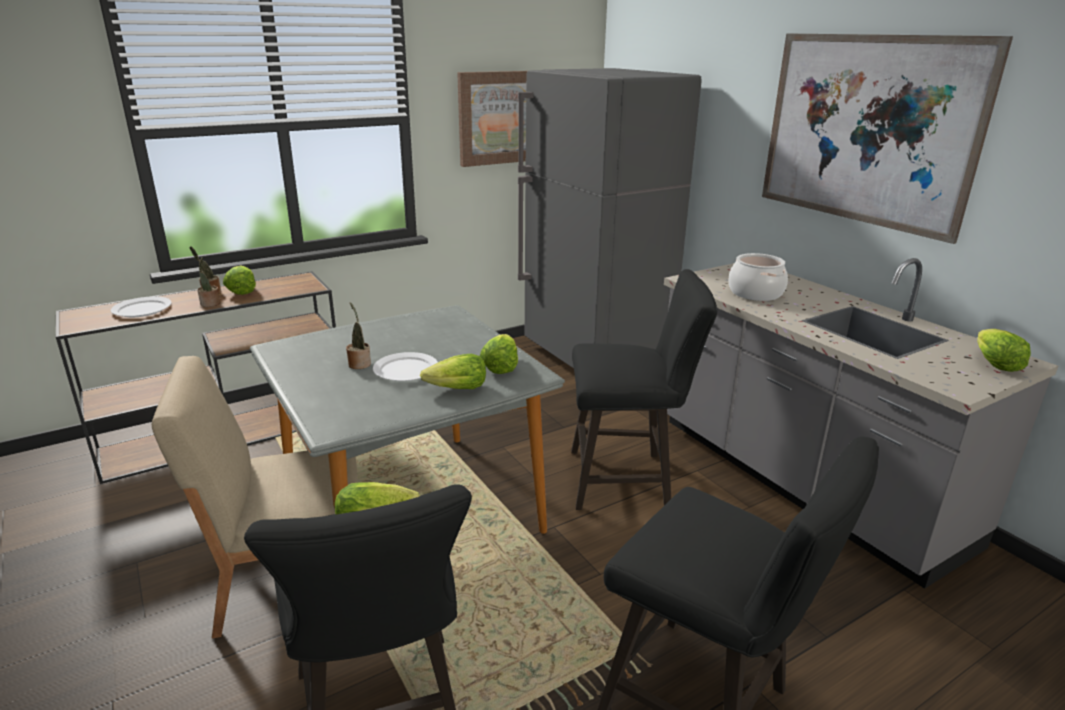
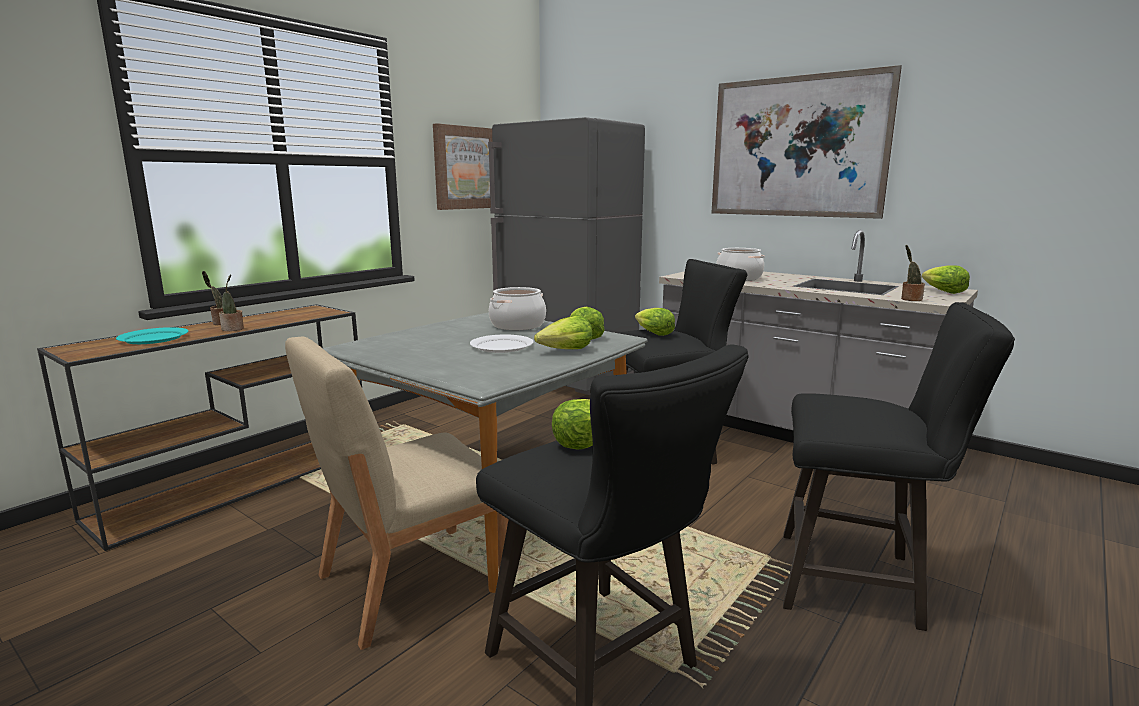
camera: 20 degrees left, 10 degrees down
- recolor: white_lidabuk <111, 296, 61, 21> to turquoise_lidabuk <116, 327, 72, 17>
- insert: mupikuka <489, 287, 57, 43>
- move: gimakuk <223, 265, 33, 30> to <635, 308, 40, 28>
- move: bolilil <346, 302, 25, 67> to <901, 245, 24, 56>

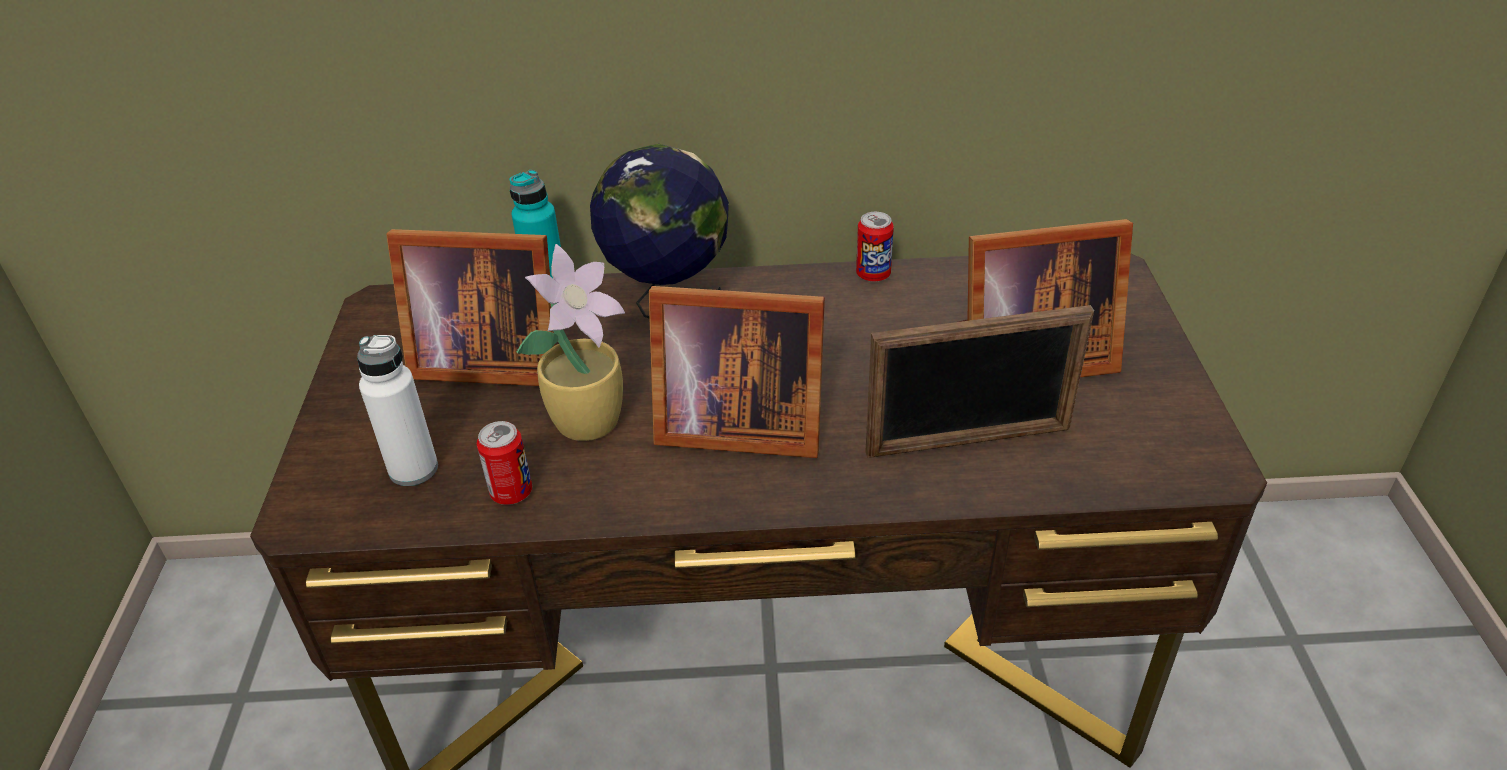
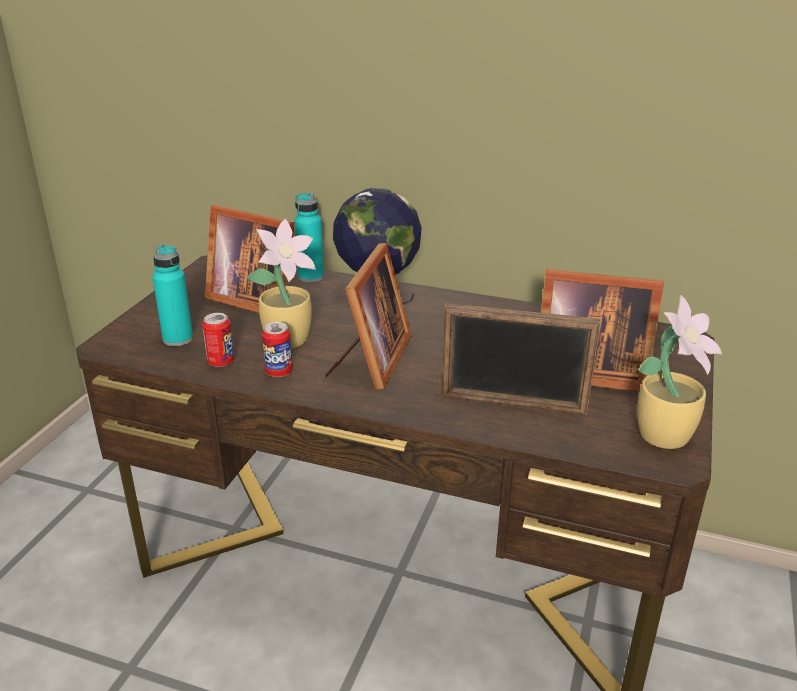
camera: 20 degrees right, 10 degrees down
- recolor: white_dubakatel <357, 335, 81, 151> to turquoise_dubakatel <152, 244, 41, 102>
- move: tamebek <856, 212, 38, 70> to <262, 322, 31, 55>
- rotate: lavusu <649, 286, 176, 172> = <325, 243, 87, 146> 105 degrees counterclockwise
- insert: bolilil <637, 295, 85, 154>

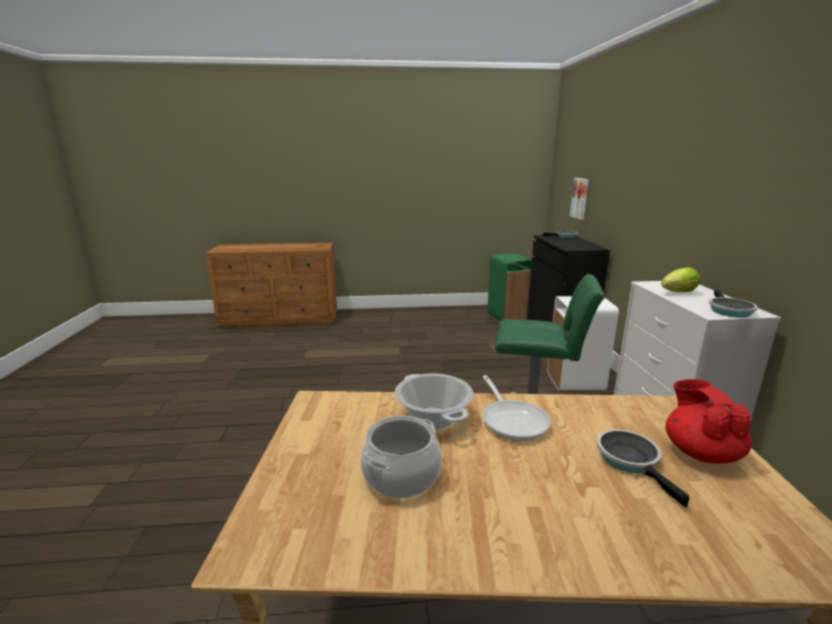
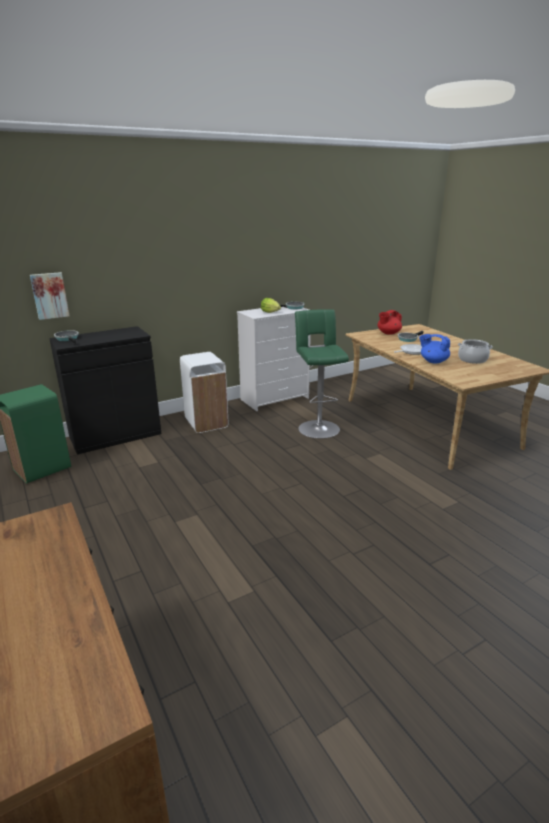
camera: 115 degrees left, 5 degrees up
- replace: mupikuka <395, 374, 78, 56> to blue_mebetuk <419, 334, 31, 29>

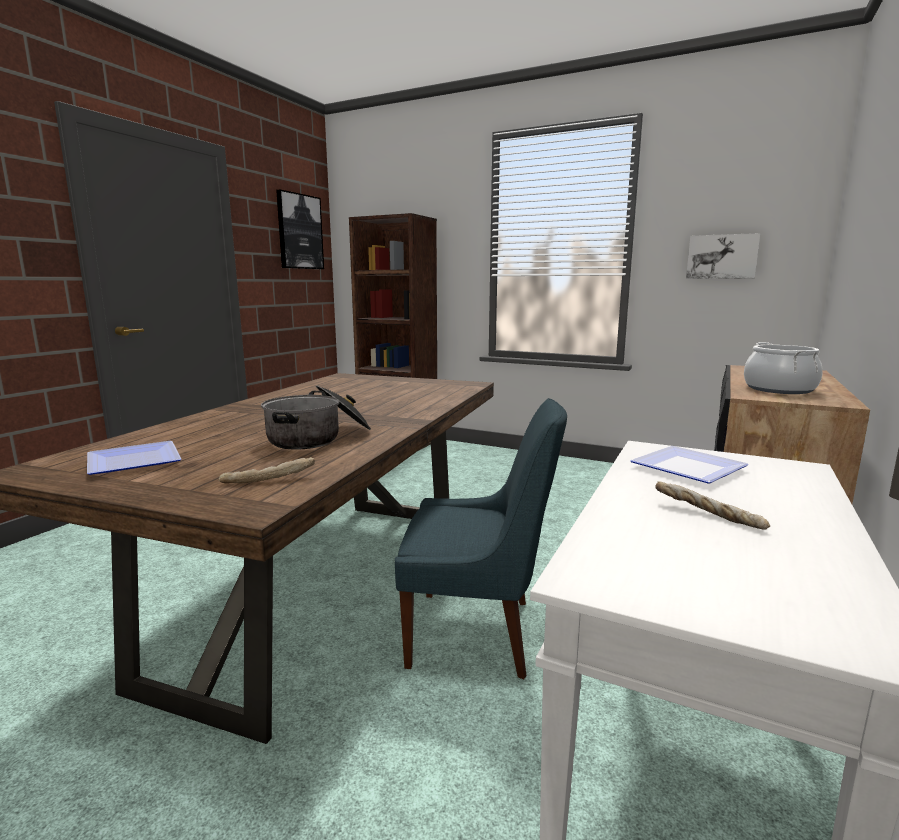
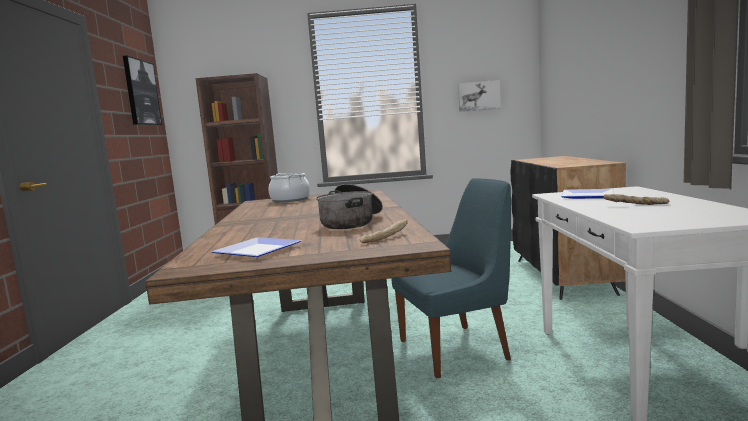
camera: 25 degrees left, 5 degrees down
- move: mupikuka <744, 342, 79, 52> to <269, 173, 41, 30>

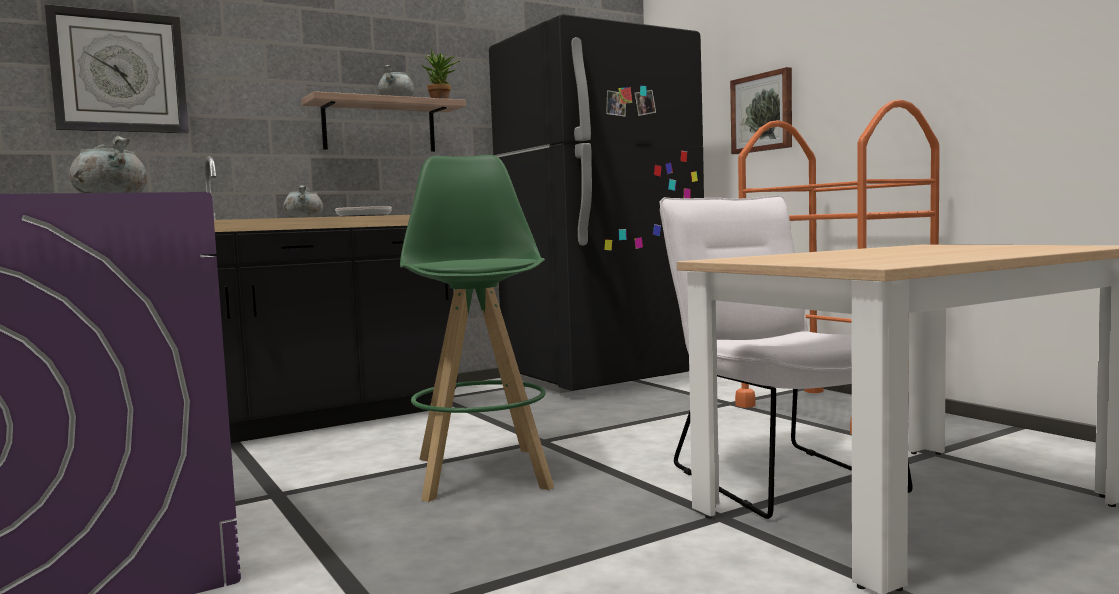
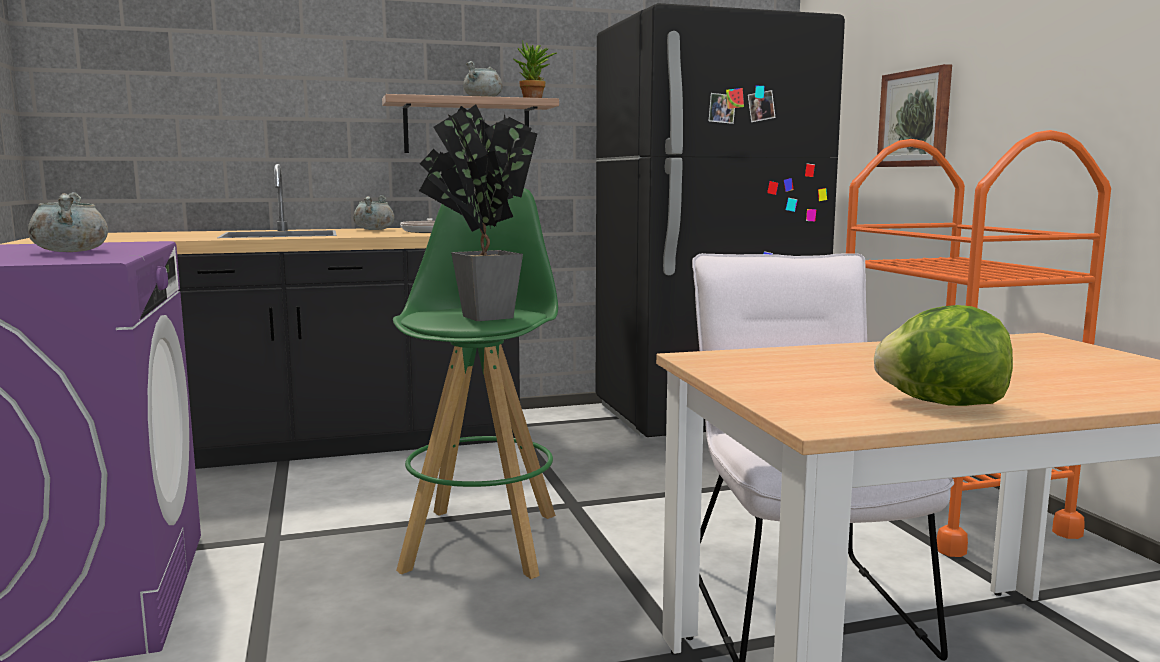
camera: 15 degrees right, 5 degrees up
- insert: bolilil <419, 104, 118, 217>
- insert: gimakuk <874, 305, 139, 101>
- delete: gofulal <45, 4, 144, 129>

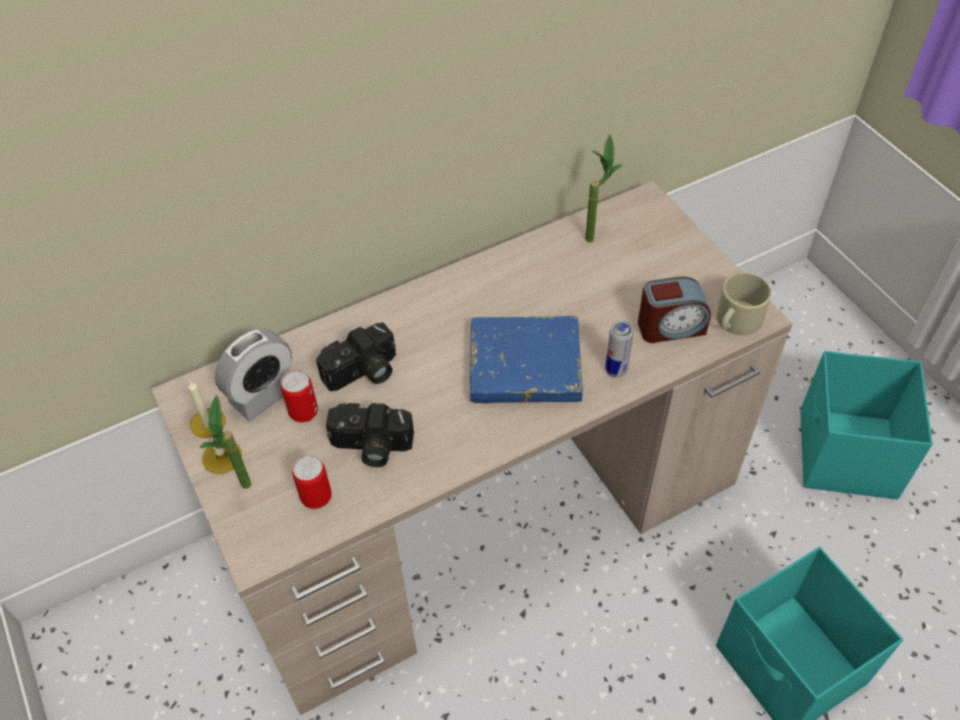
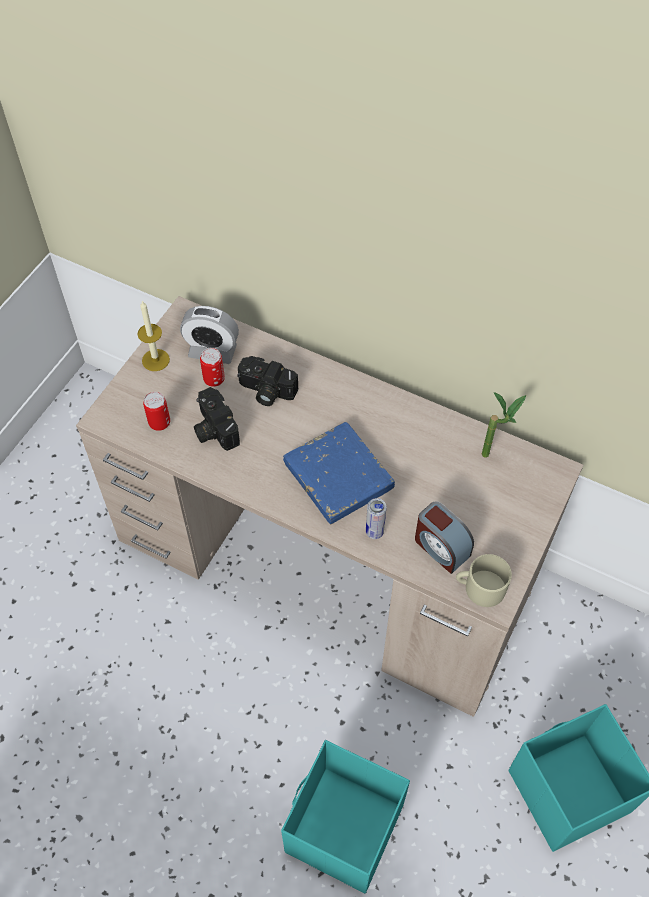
camera: 55 degrees right, 5 degrees up
- delete: bolilil <199, 395, 52, 94>

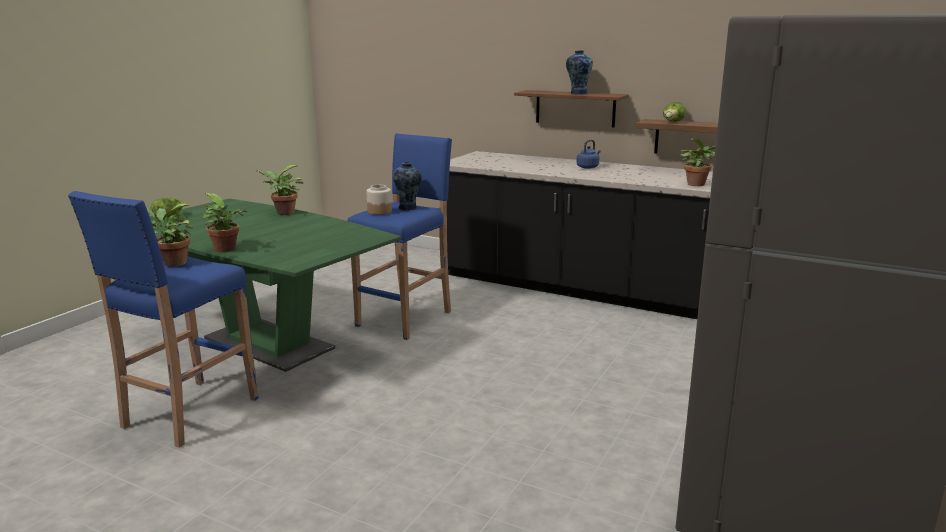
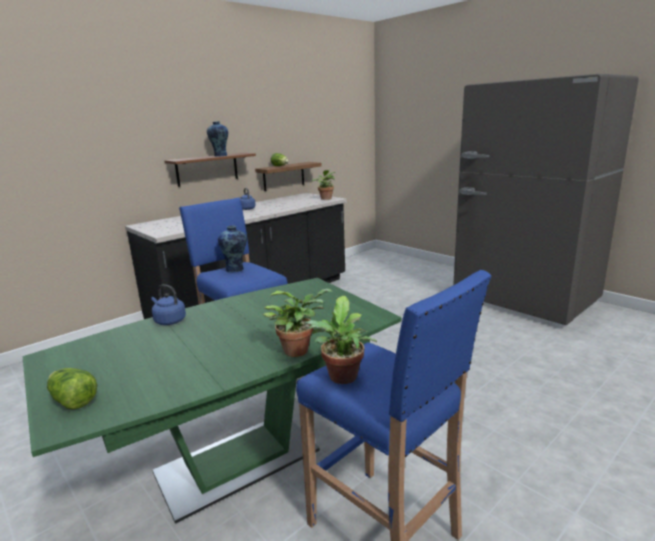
camera: 70 degrees left, 0 degrees up
- replace: bolilil <256, 165, 48, 50> to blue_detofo <151, 284, 35, 41>
- delete: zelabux <366, 185, 26, 30>

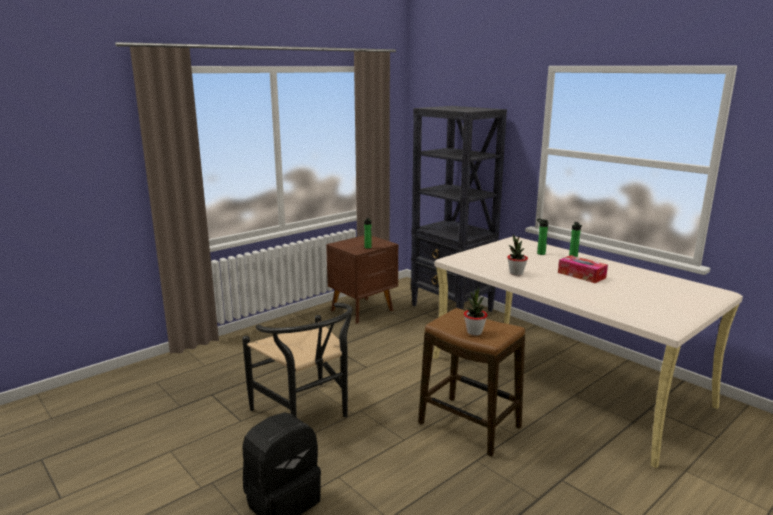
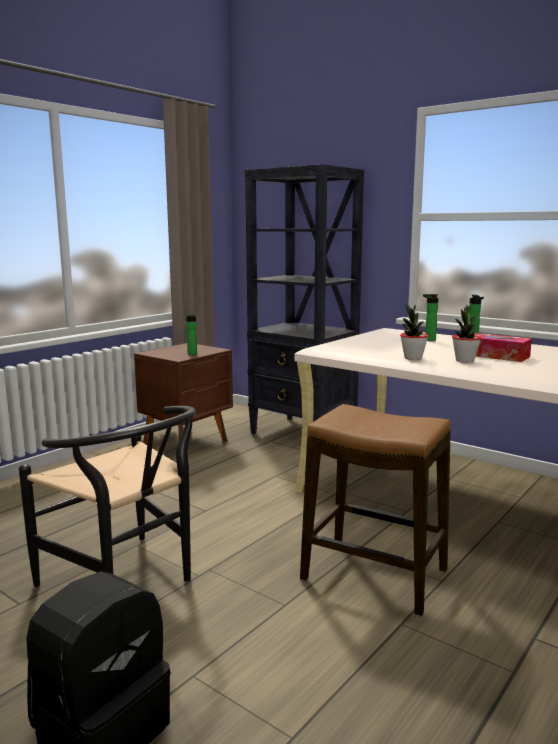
camera: 10 degrees left, 5 degrees down
- move: bolilil <464, 287, 24, 49> to <452, 305, 29, 58>

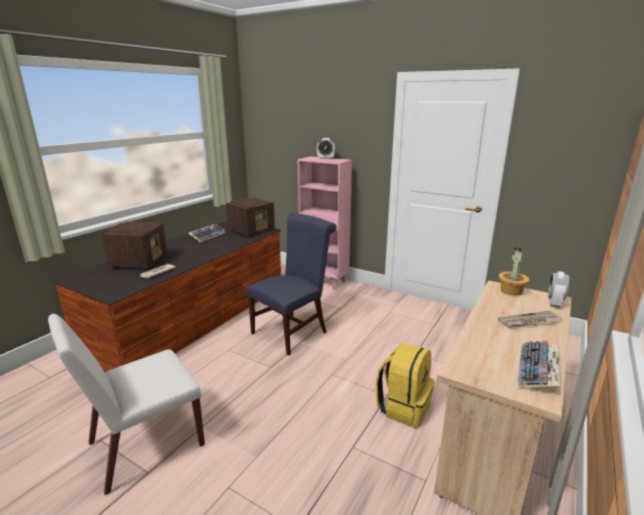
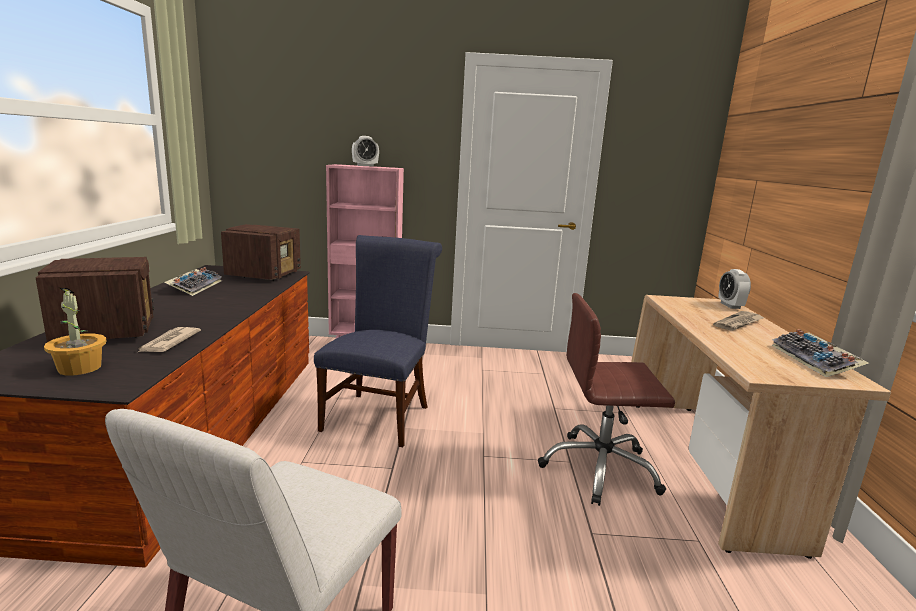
camera: 30 degrees left, 5 degrees down
- move: bolilil <499, 247, 30, 49> to <44, 287, 63, 89>
- replace: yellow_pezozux <376, 342, 59, 86> to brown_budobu <538, 293, 137, 213>

